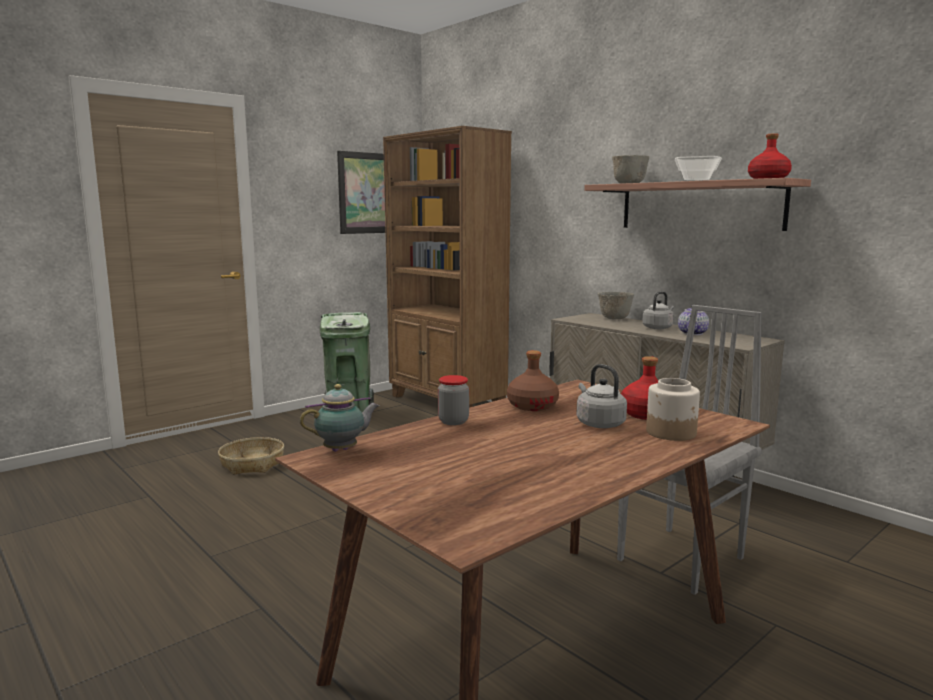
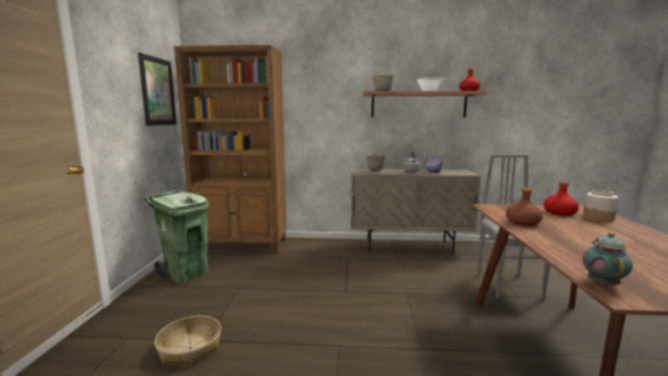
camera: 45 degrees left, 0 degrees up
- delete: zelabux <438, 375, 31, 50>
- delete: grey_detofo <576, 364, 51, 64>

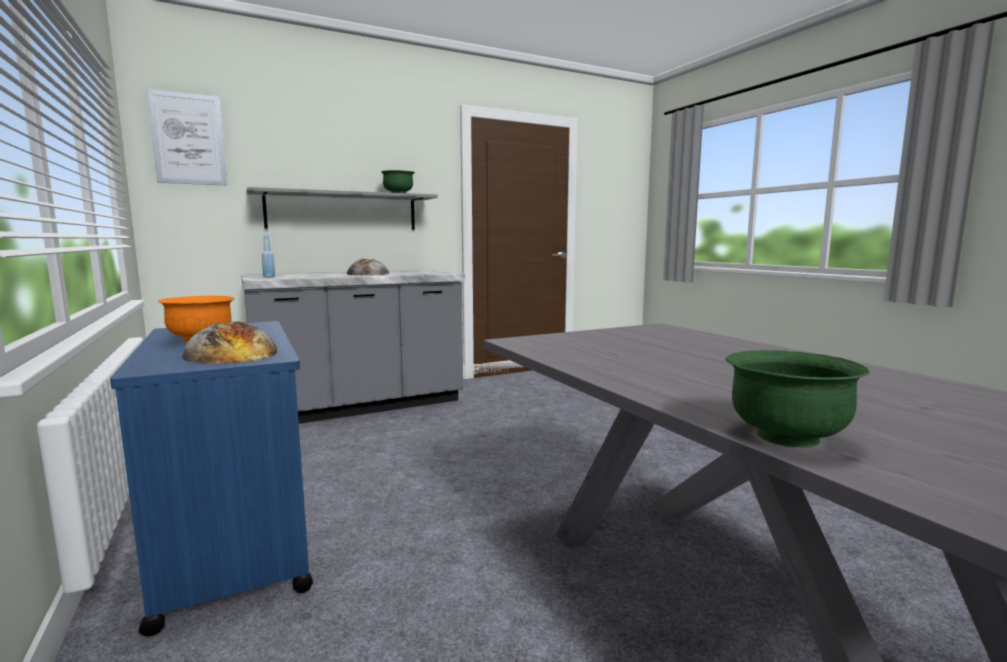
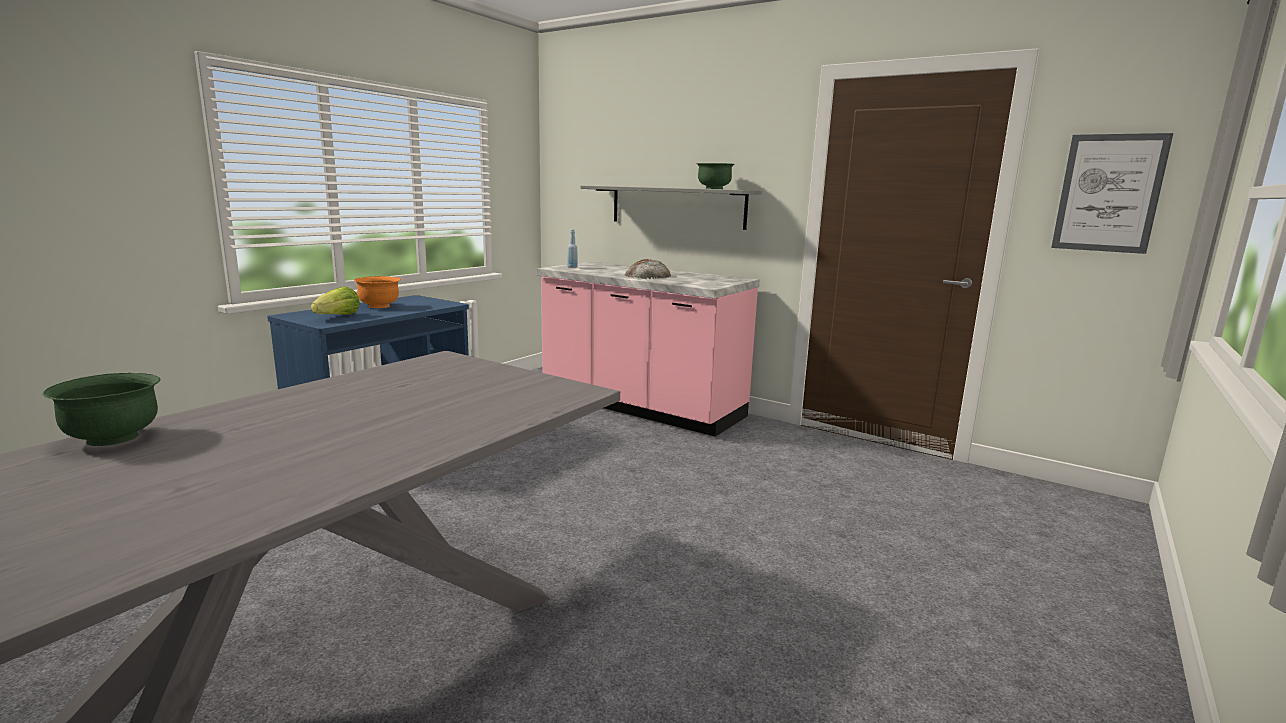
camera: 60 degrees right, 5 degrees up
- replace: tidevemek <182, 321, 96, 43> to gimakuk <311, 286, 49, 29>
- recolor: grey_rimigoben <241, 269, 224, 155> to pink_rimigoben <537, 262, 223, 175>
- move: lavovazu <147, 89, 81, 97> to <1051, 133, 122, 121>

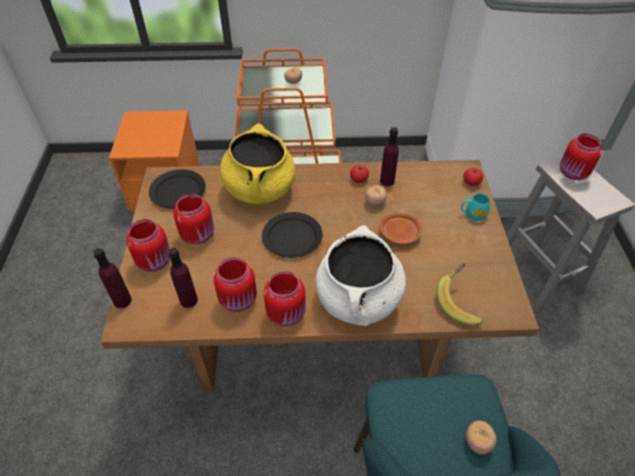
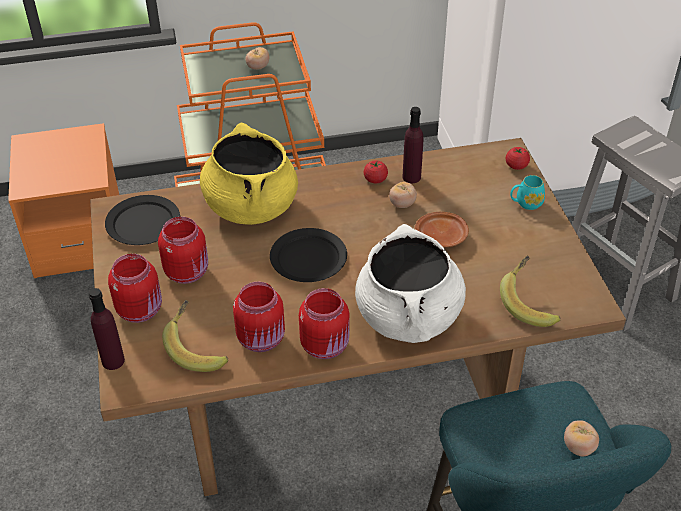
camera: 10 degrees left, 5 degrees down
- replace: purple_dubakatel <168, 248, 30, 60> to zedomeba <162, 300, 66, 72>
- delete: red_zelabux <560, 134, 42, 46>

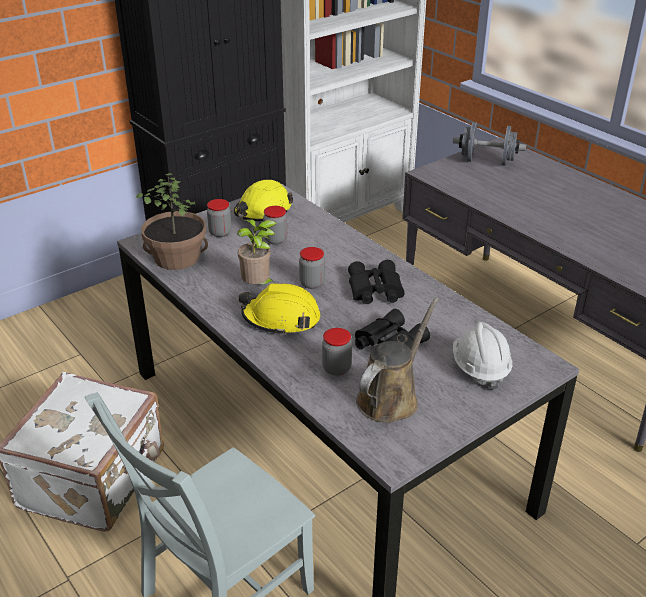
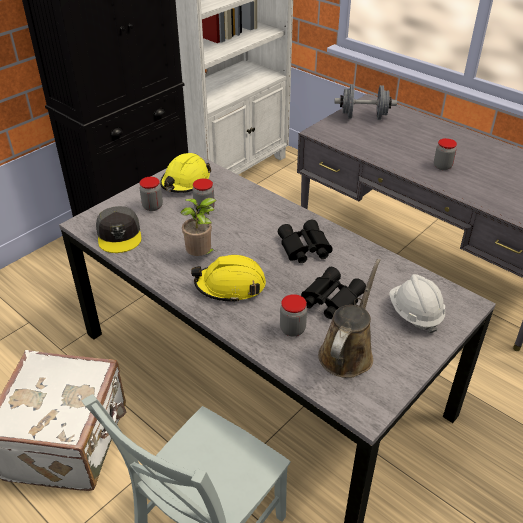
camera: 10 degrees left, 5 degrees up
- replace: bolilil <136, 173, 72, 97> to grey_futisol <96, 206, 46, 47>
- move: zelabux <299, 247, 26, 42> to <434, 138, 23, 32>

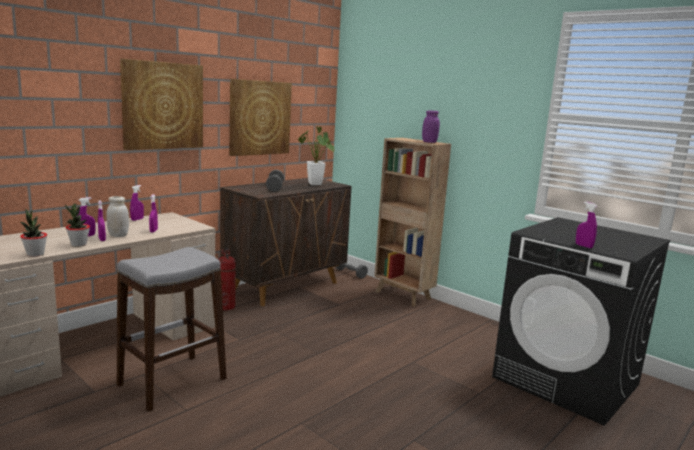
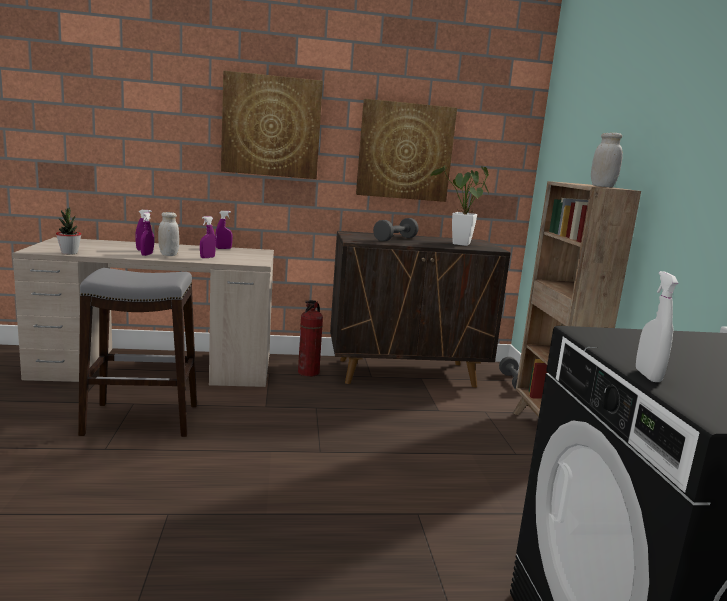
camera: 40 degrees right, 0 degrees up
- recolor: purple_zelabux <422, 110, 18, 33> to white_zelabux <591, 133, 32, 54>
- recolor: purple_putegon <576, 202, 21, 46> to white_putegon <636, 271, 42, 111>
- delete: bolilil <65, 204, 25, 43>

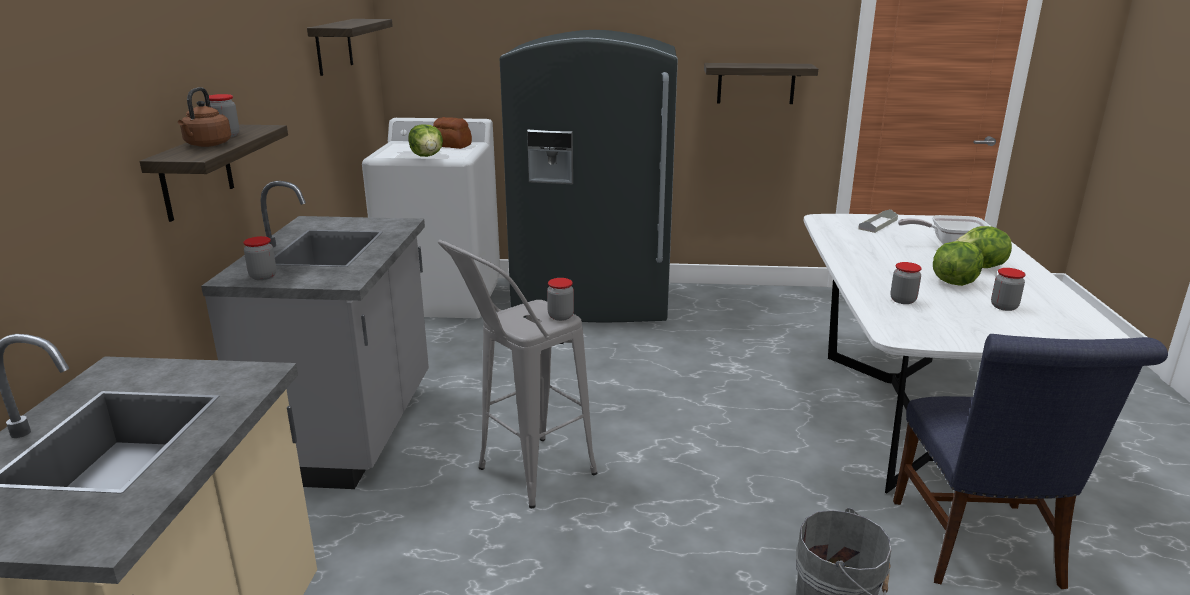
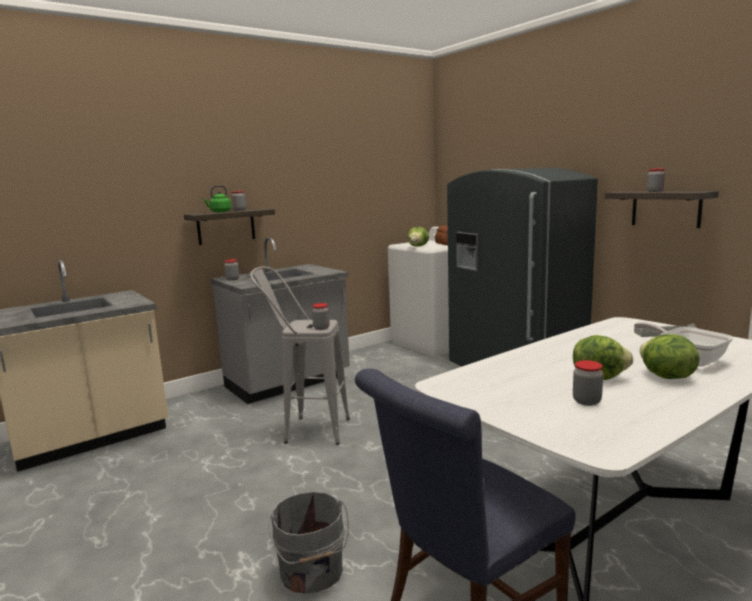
camera: 50 degrees right, 10 degrees down
- recolor: brown_detofo <178, 87, 53, 60> to green_detofo <202, 185, 30, 27>
- move: zelabux <890, 262, 32, 42> to <647, 168, 18, 24>
- delete: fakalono <307, 19, 86, 57>

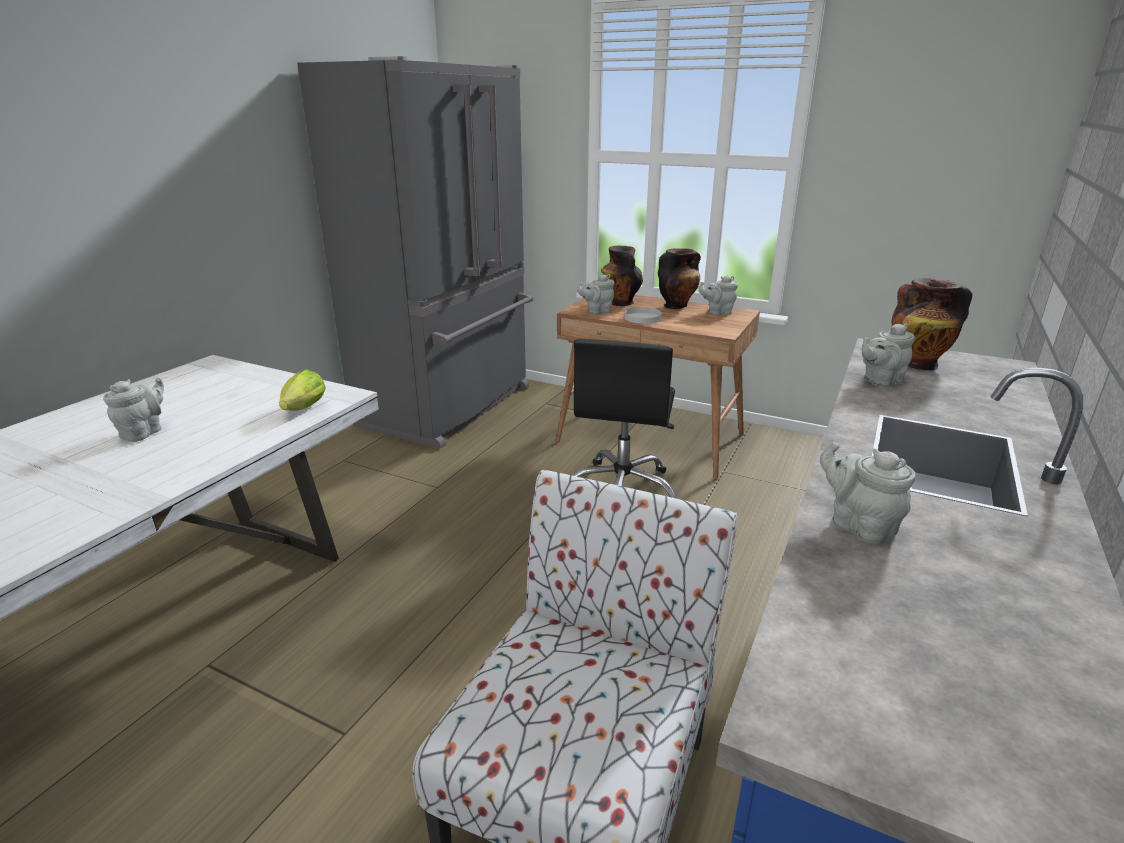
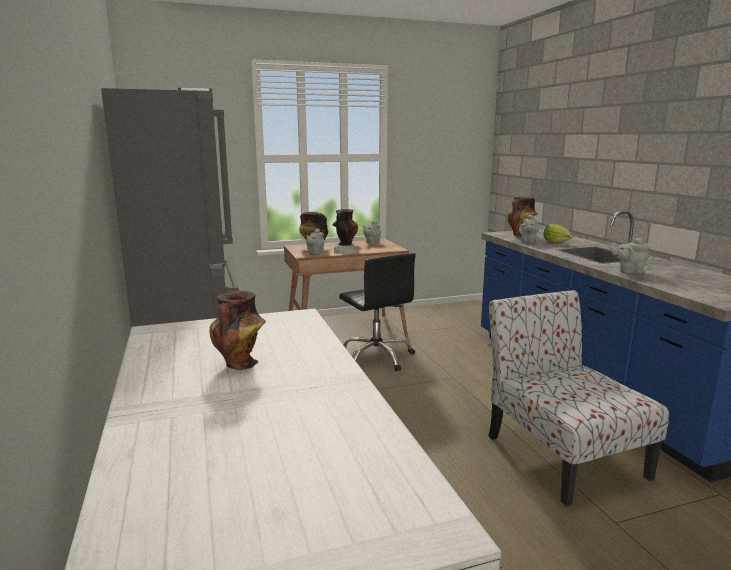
camera: 45 degrees left, 10 degrees down
- replace: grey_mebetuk <103, 377, 61, 65> to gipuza <210, 291, 56, 79>
- move: gimakuk <279, 369, 47, 42> to <543, 224, 30, 19>

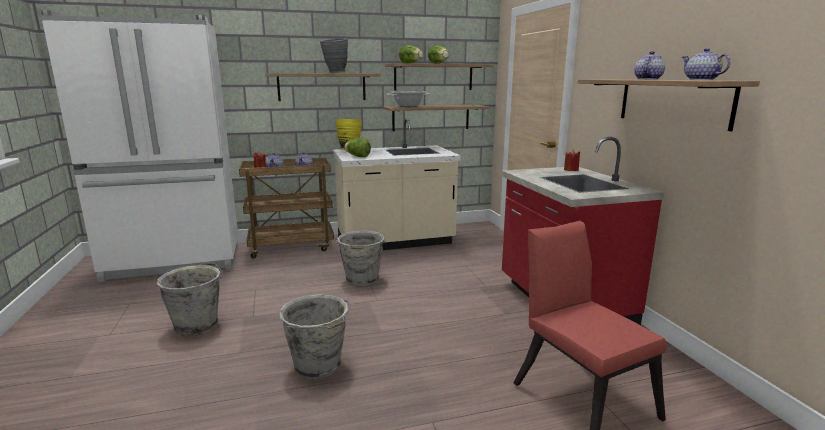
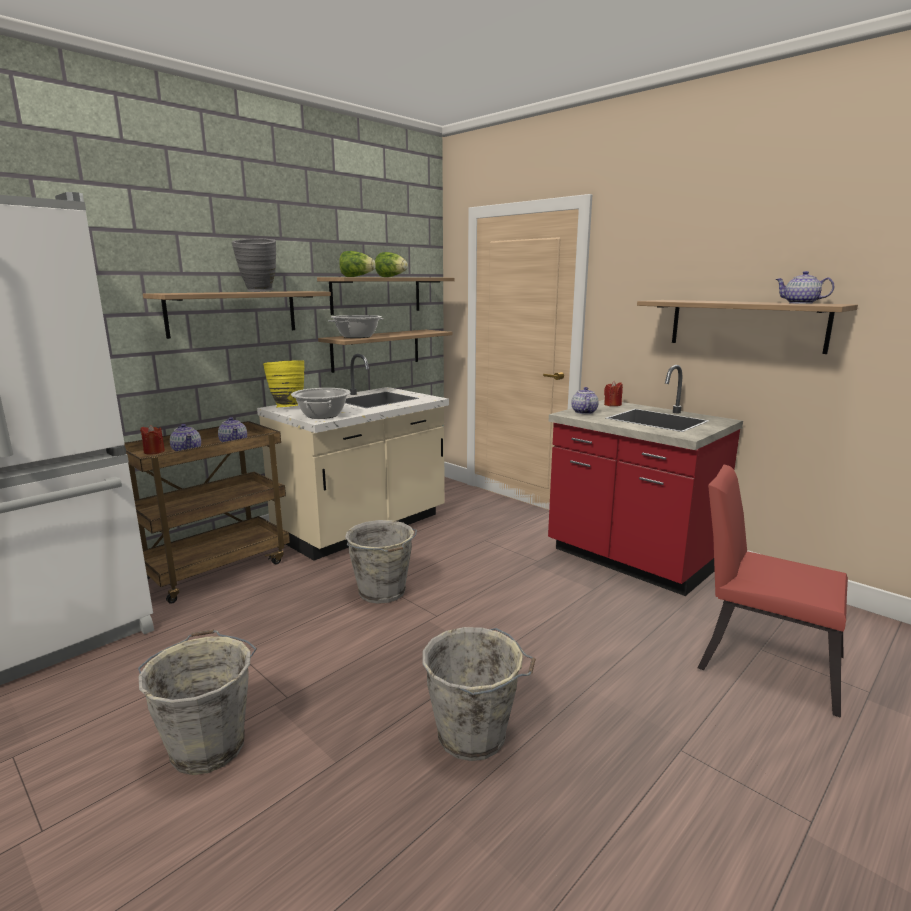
camera: 30 degrees left, 0 degrees up
- replace: gimakuk <344, 138, 27, 19> to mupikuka <291, 388, 60, 31>
- move: mebetuk <634, 51, 31, 29> to <571, 387, 28, 27>

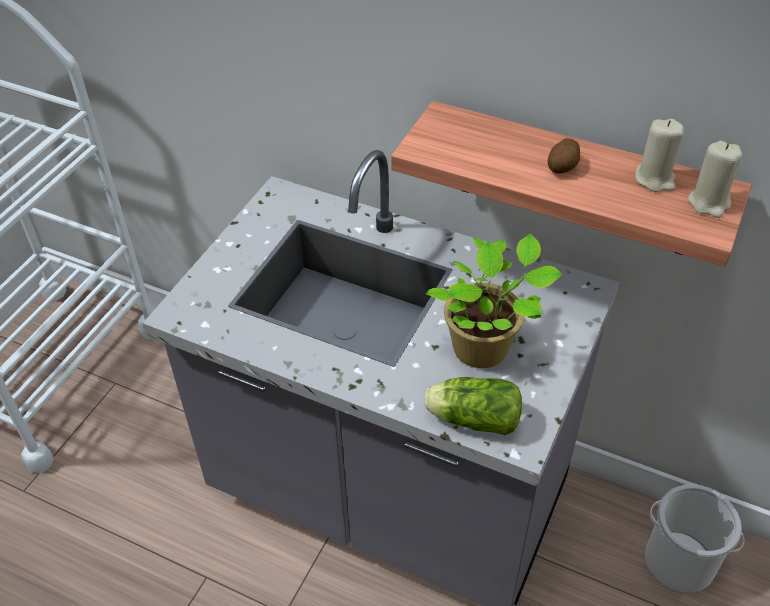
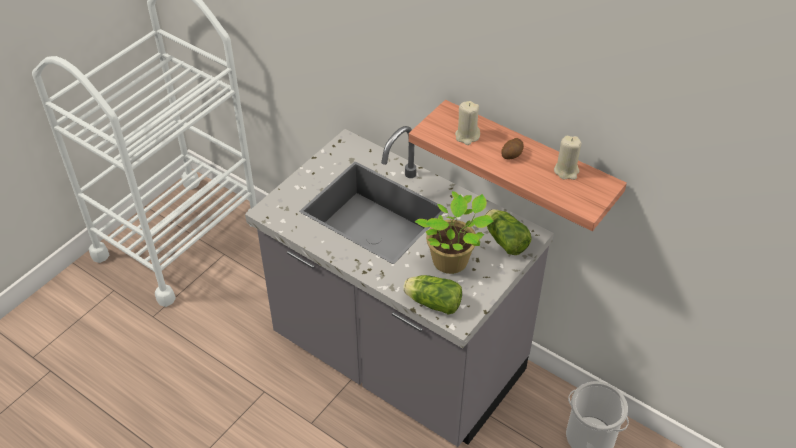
camera: 10 degrees right, 0 degrees up
- move: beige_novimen <688, 141, 54, 77> to <455, 101, 25, 44>
- insert: gimakuk <485, 209, 47, 46>

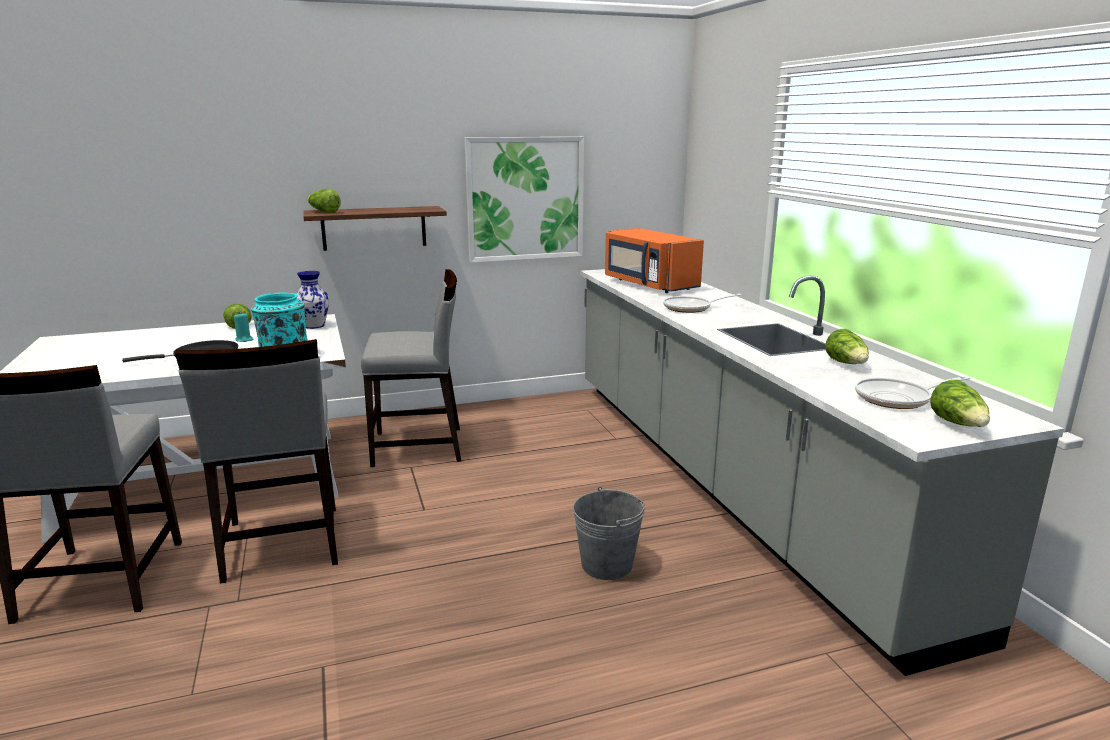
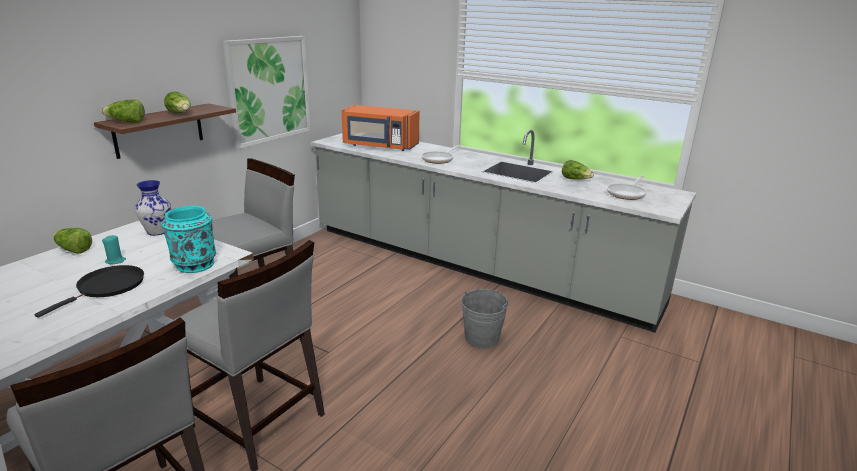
camera: 40 degrees left, 5 degrees up
- move: gimakuk <930, 380, 60, 47> to <164, 91, 27, 22>

